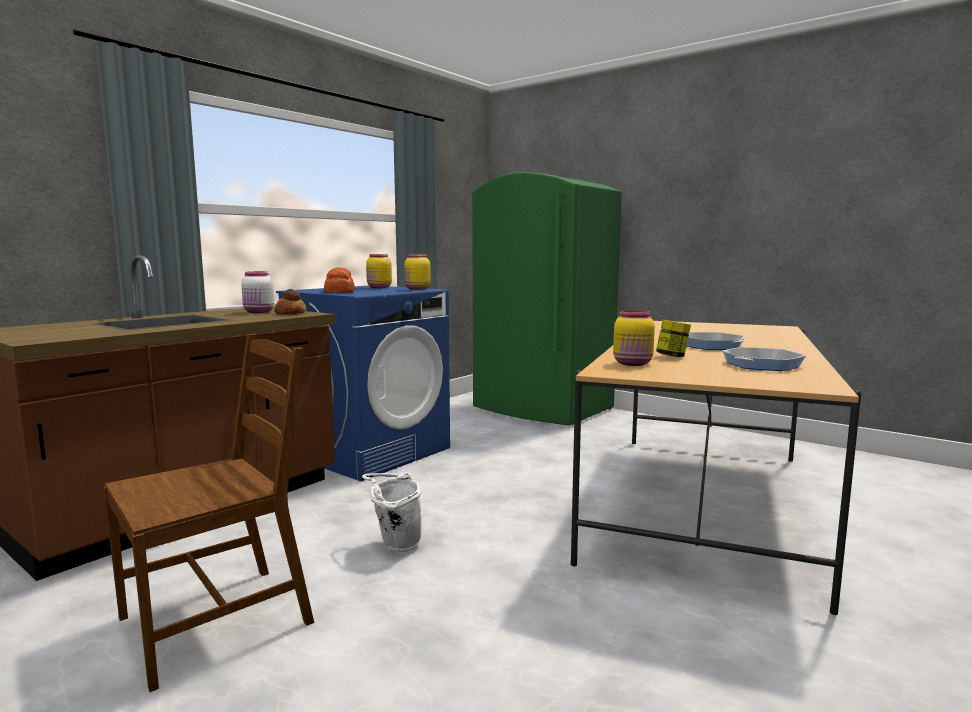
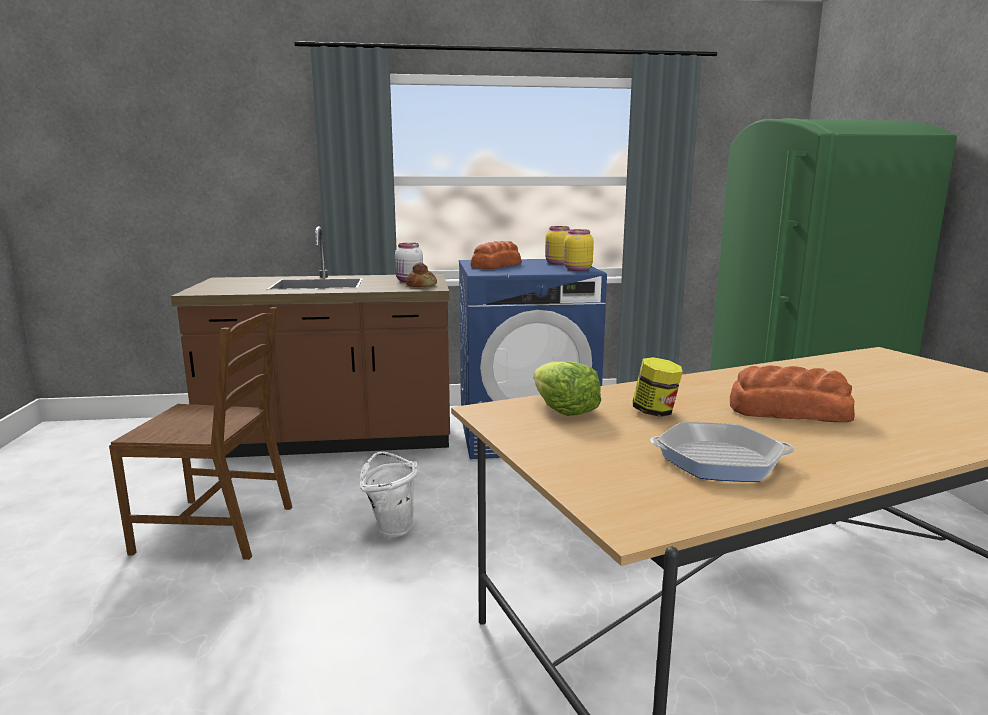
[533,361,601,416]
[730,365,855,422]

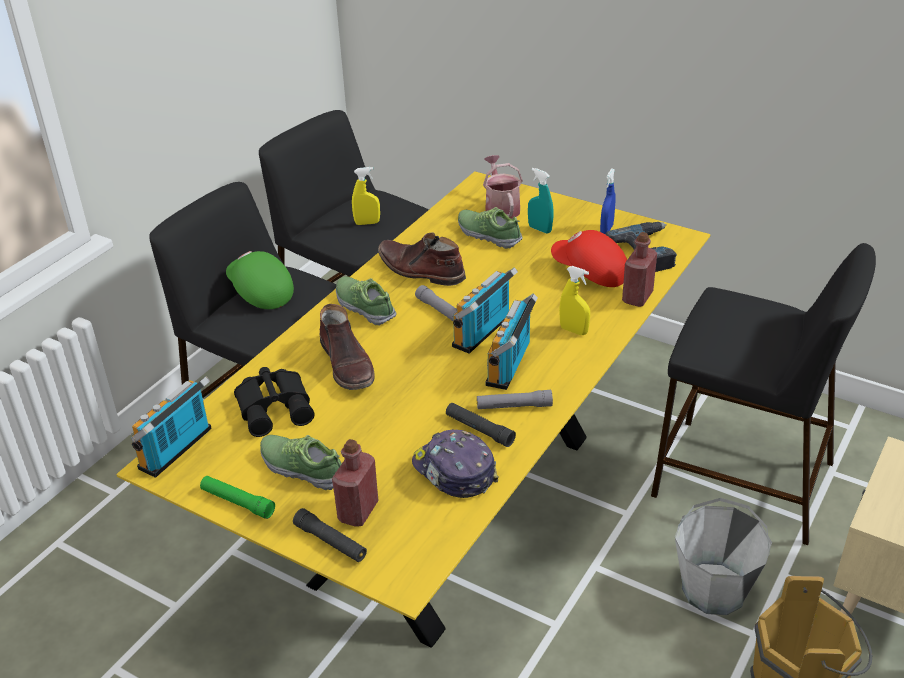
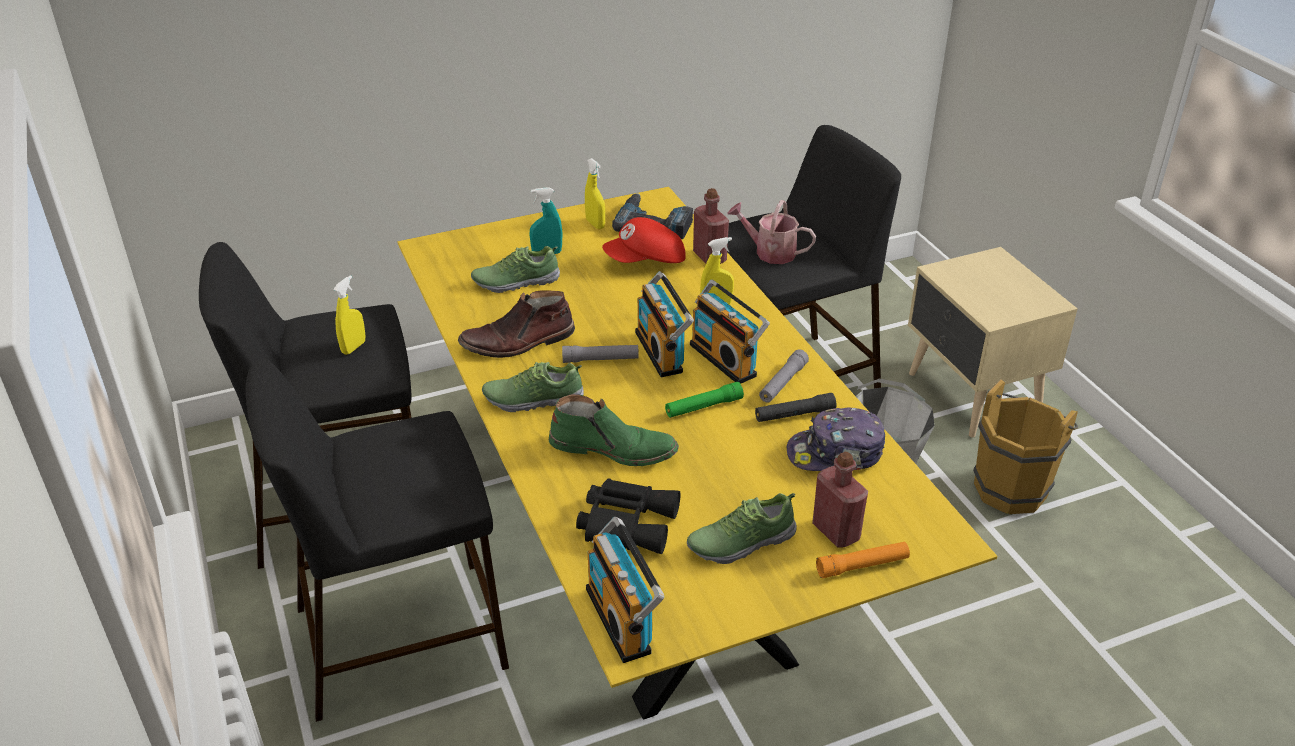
[226,251,294,309] (first image)
[665,382,744,418]
[727,200,816,264]
[816,542,910,578]
[549,394,679,466]
[585,158,605,229]

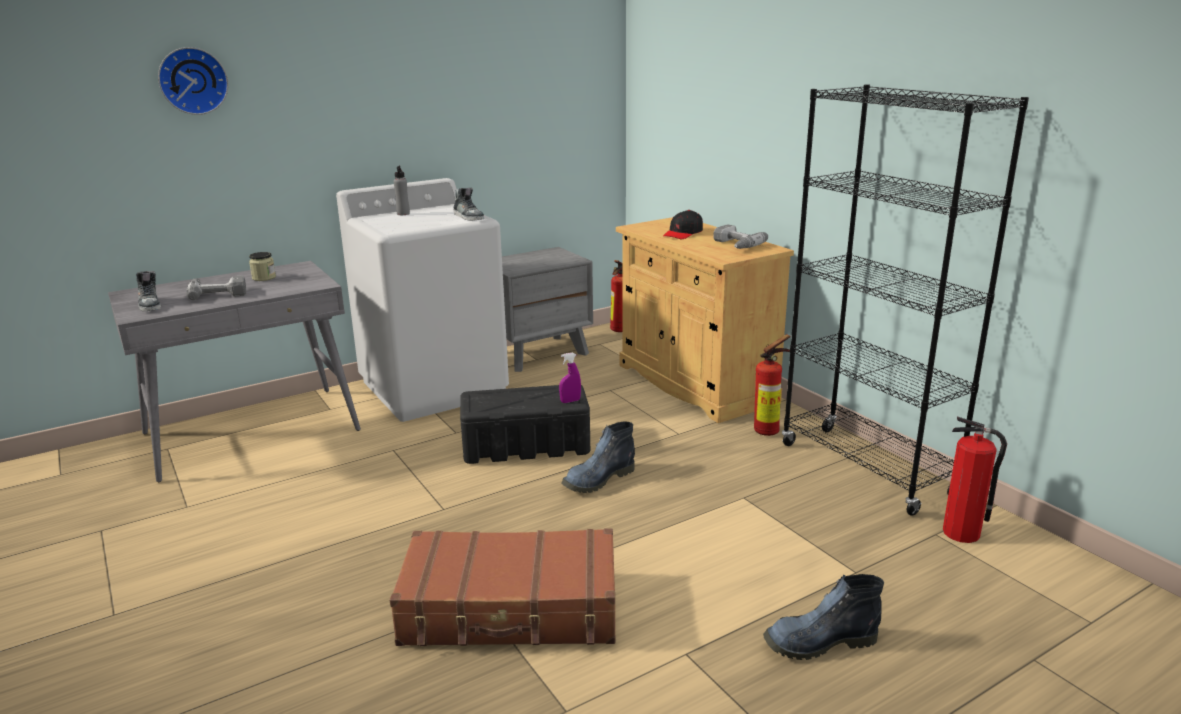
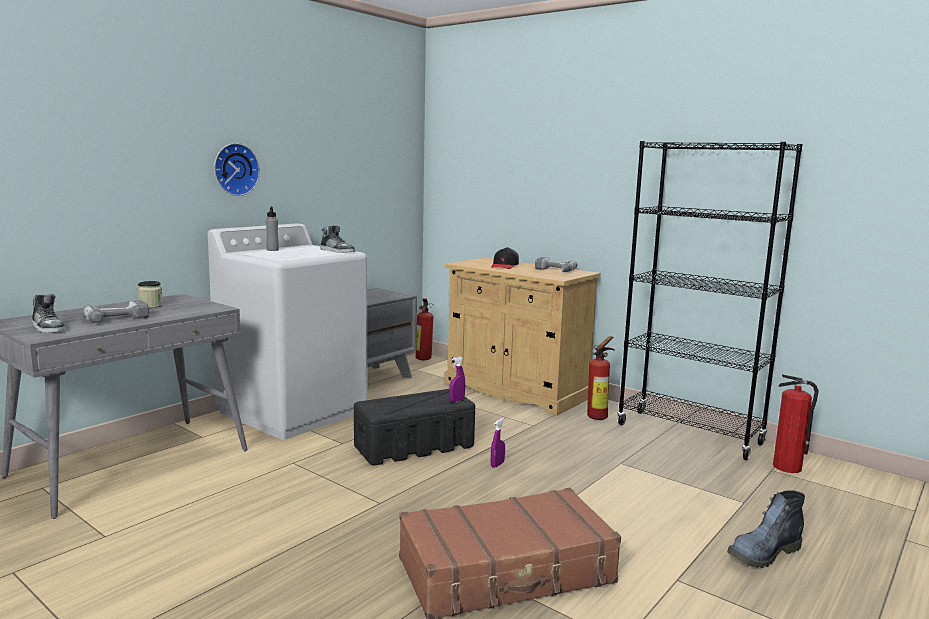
[214,143,260,196]
[491,418,505,468]

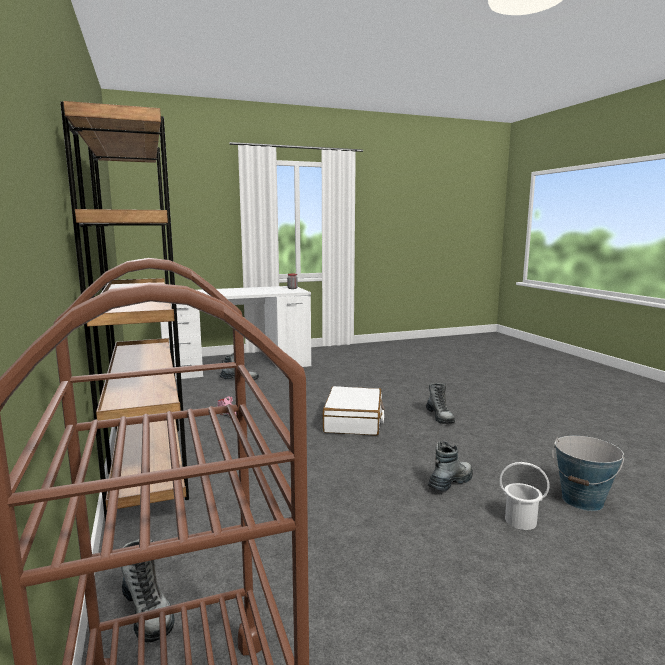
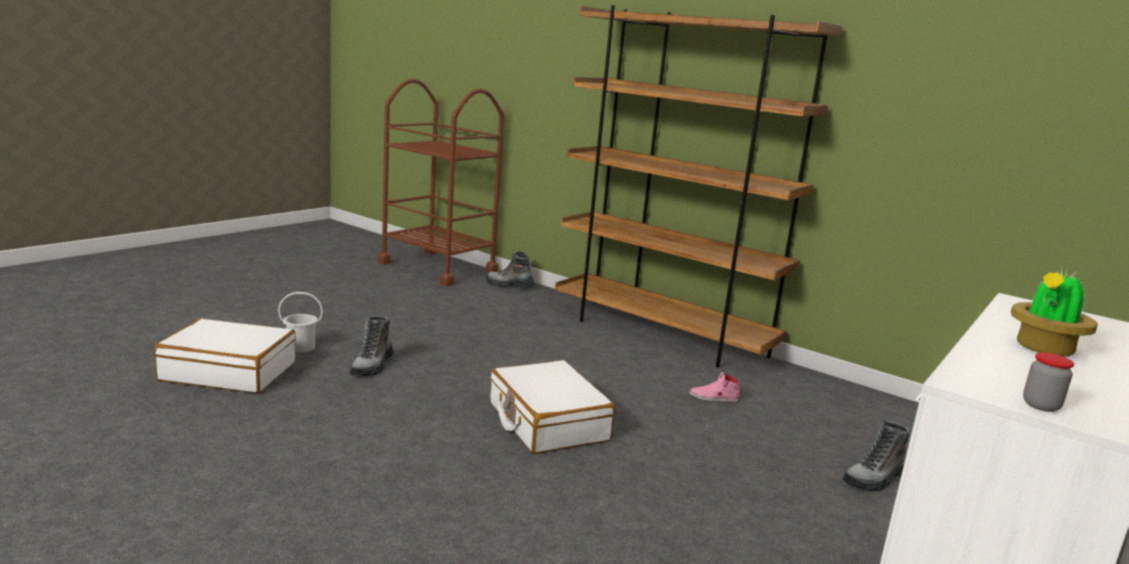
[426,383,455,424] (first image)
[1011,268,1098,357]
[154,318,296,393]

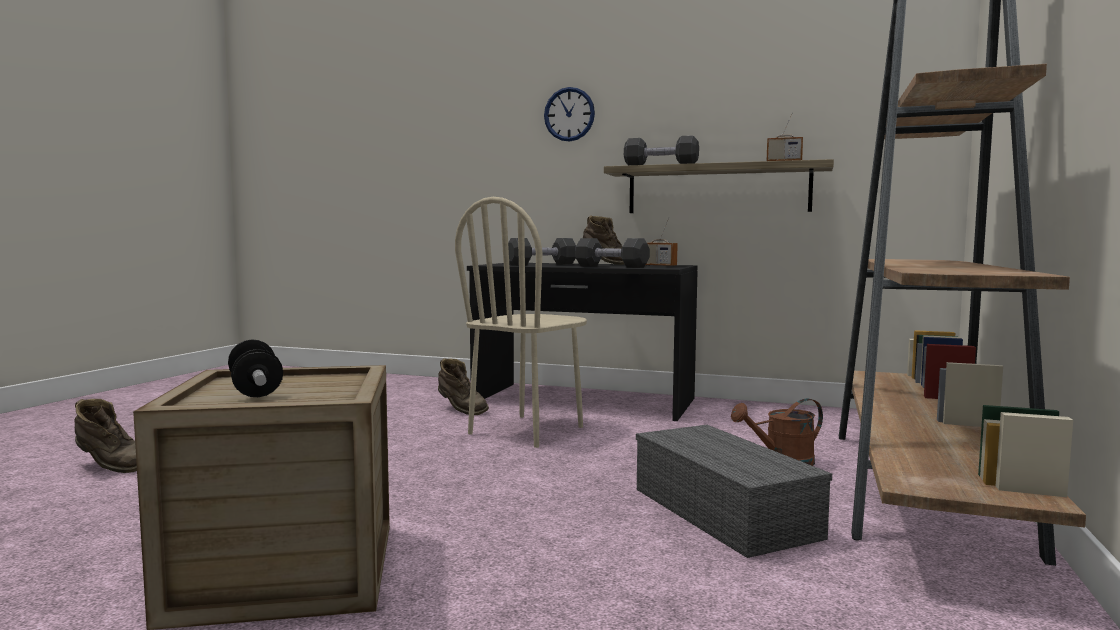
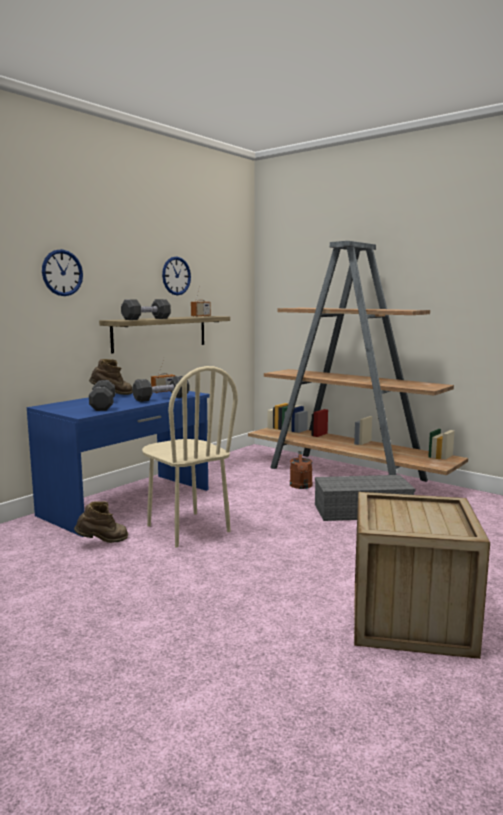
[75,399,137,473] (first image)
[228,339,283,397] (first image)
[162,257,191,295]
[27,391,210,537]

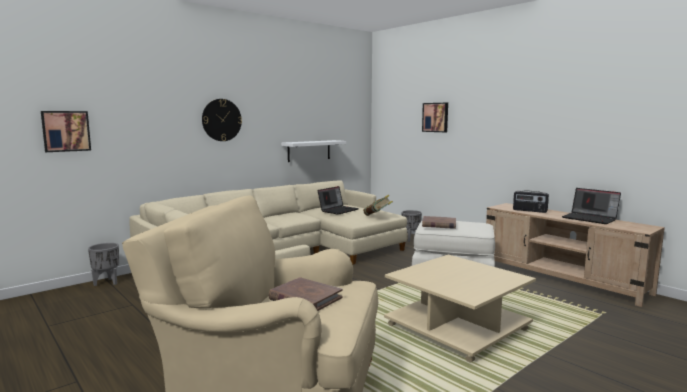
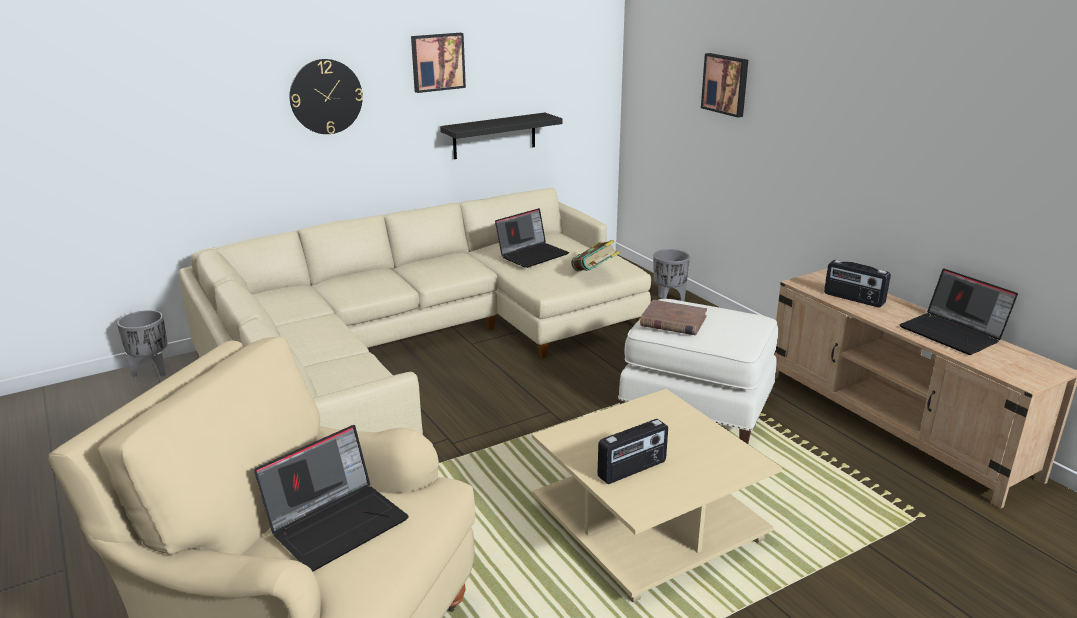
[597,419,668,484]
[411,33,466,93]
[254,425,409,571]
[440,113,563,159]

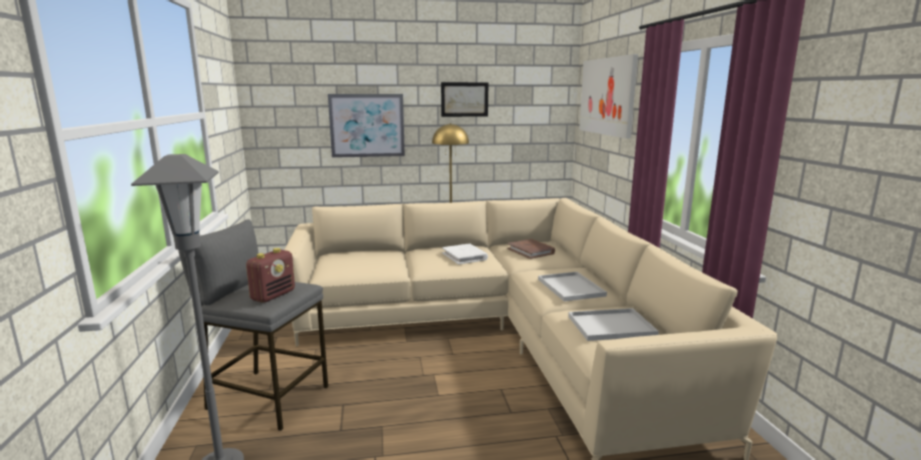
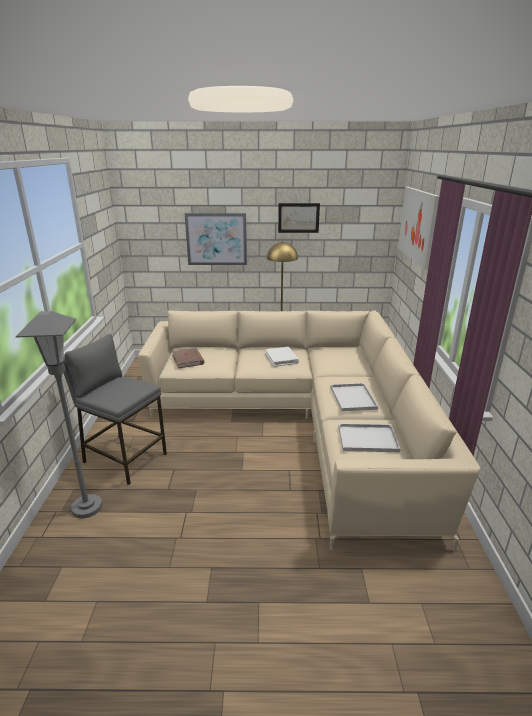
[246,248,295,303] (first image)
[172,348,204,369]

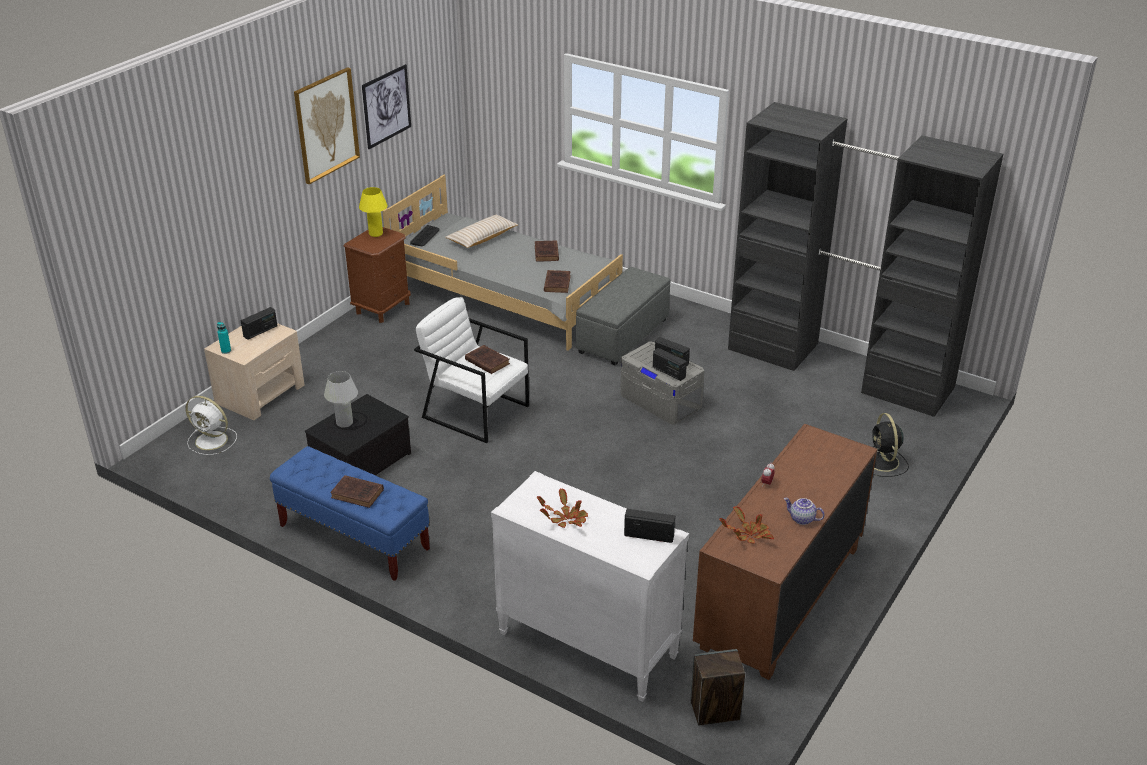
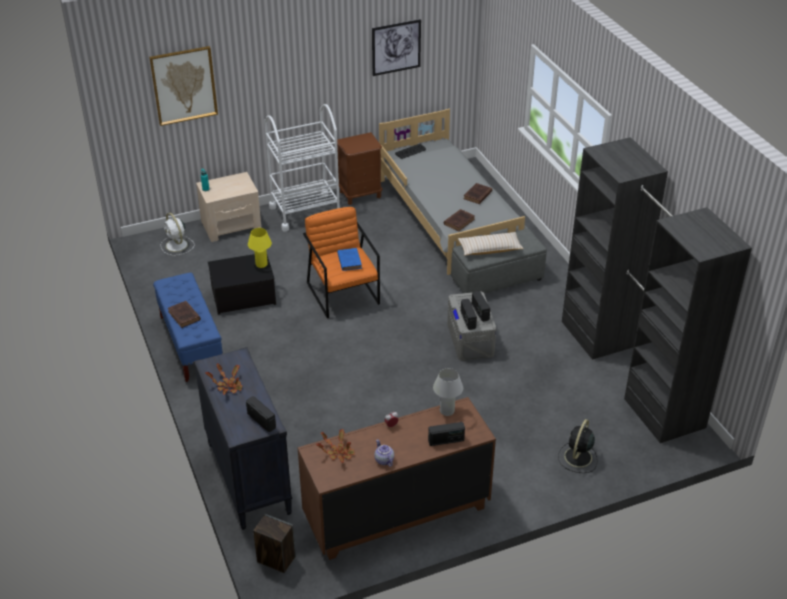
[264,104,340,231]
[428,422,465,446]
[149,46,218,126]
[433,368,463,416]
[248,228,272,268]
[458,232,524,256]
[303,207,380,318]
[337,248,362,271]
[194,347,292,530]

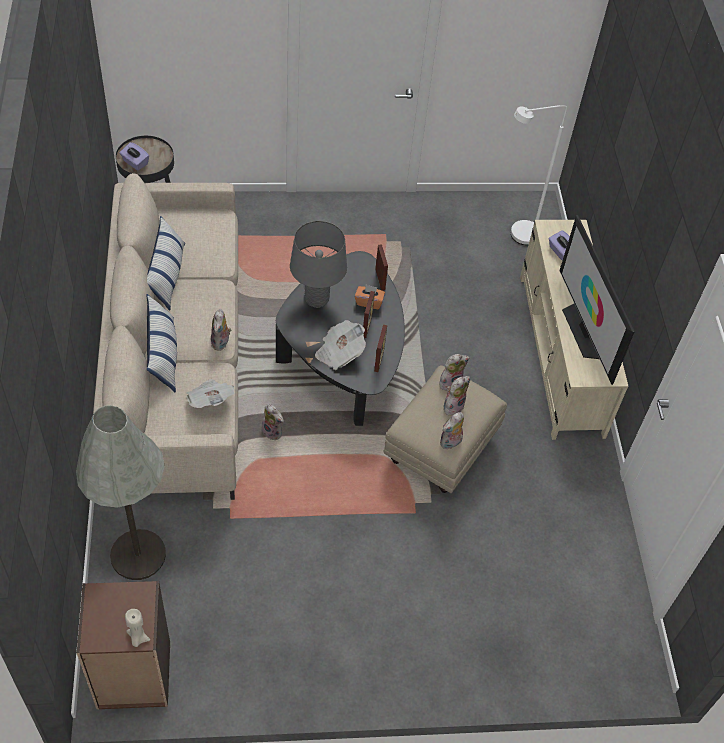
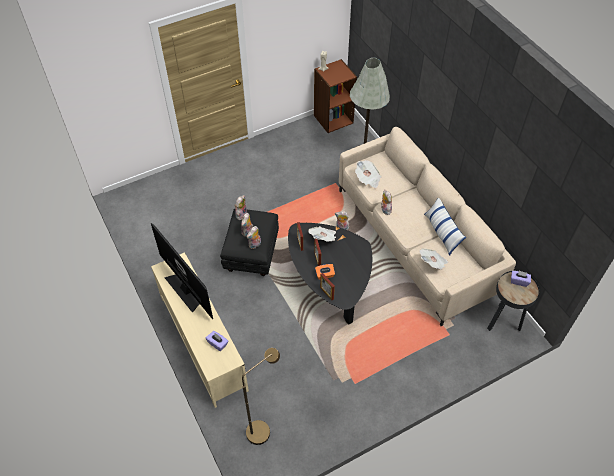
[147,294,177,393] (first image)
[290,221,347,308] (first image)
[419,248,448,270]
[220,209,279,276]
[242,348,280,445]

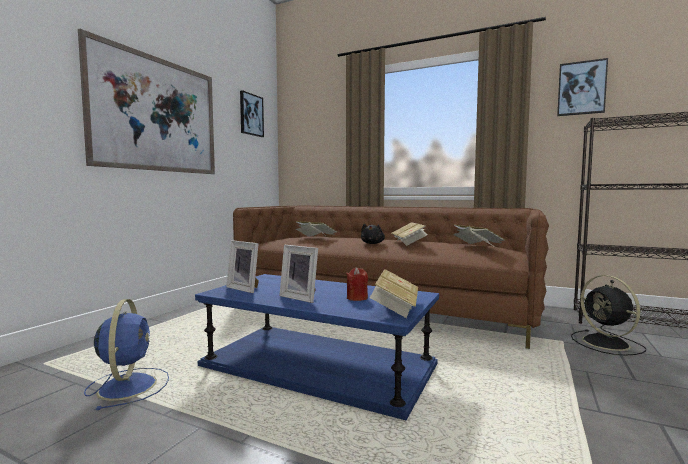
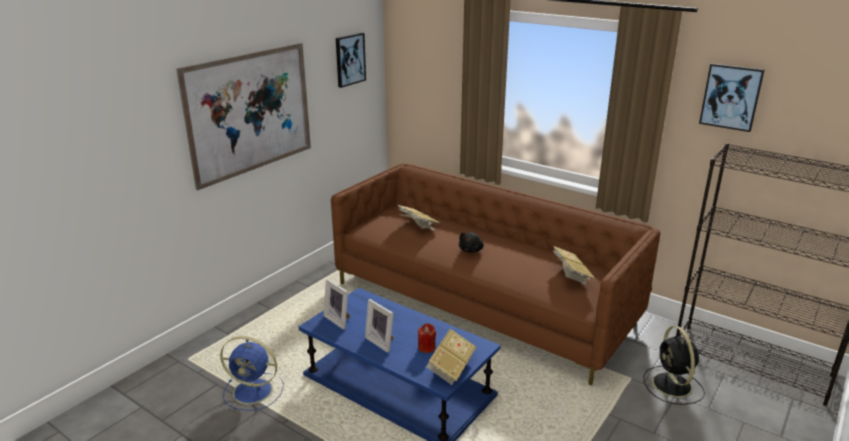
[391,222,428,246] (first image)
[220,336,284,411]

